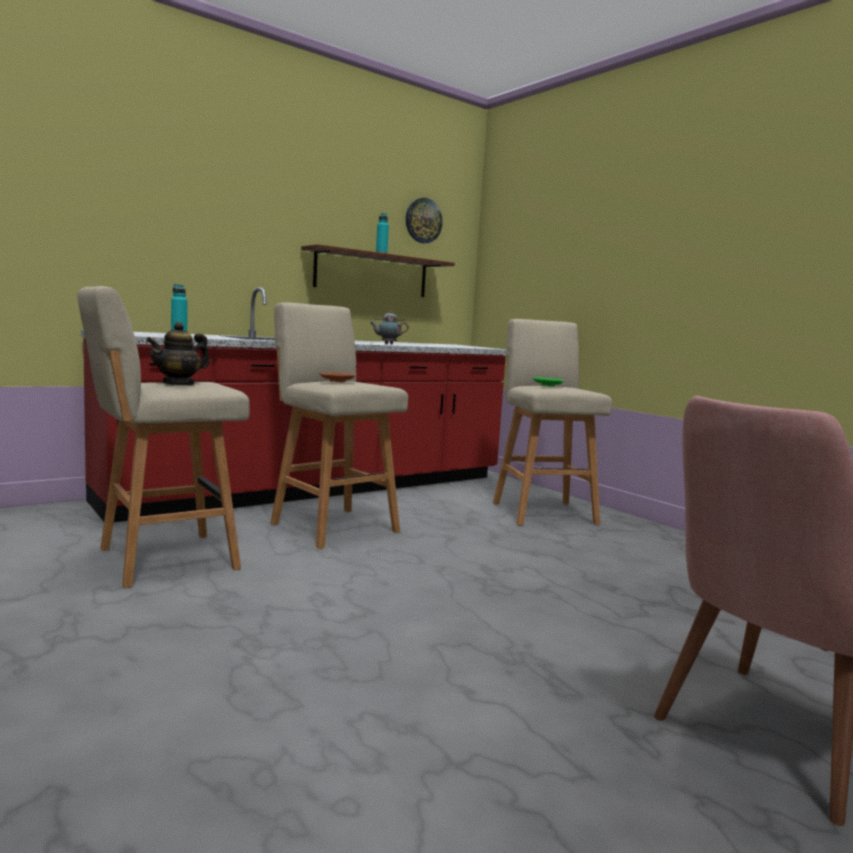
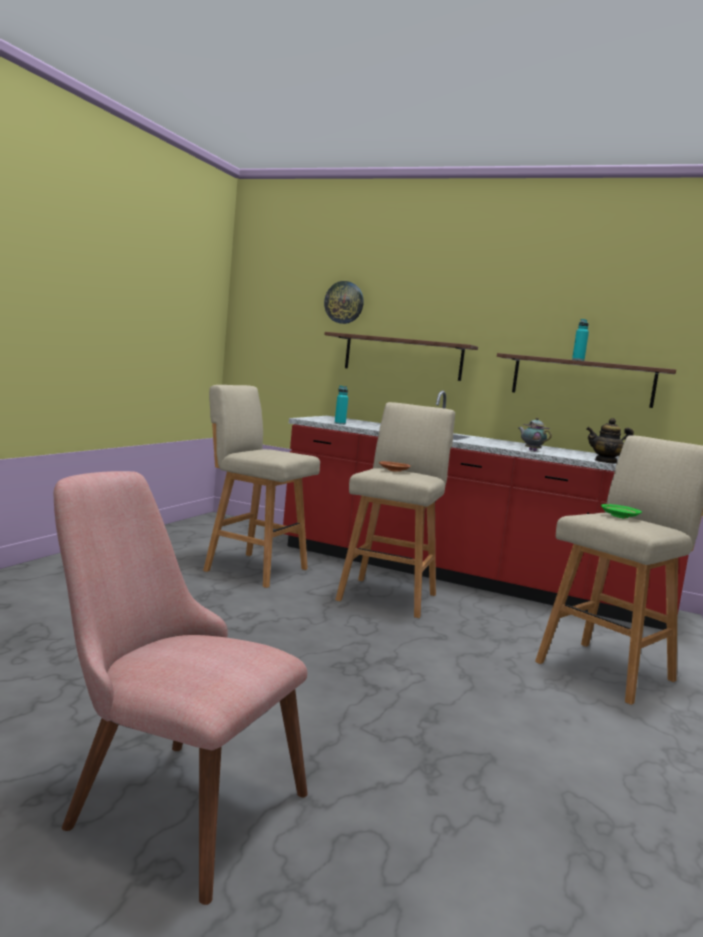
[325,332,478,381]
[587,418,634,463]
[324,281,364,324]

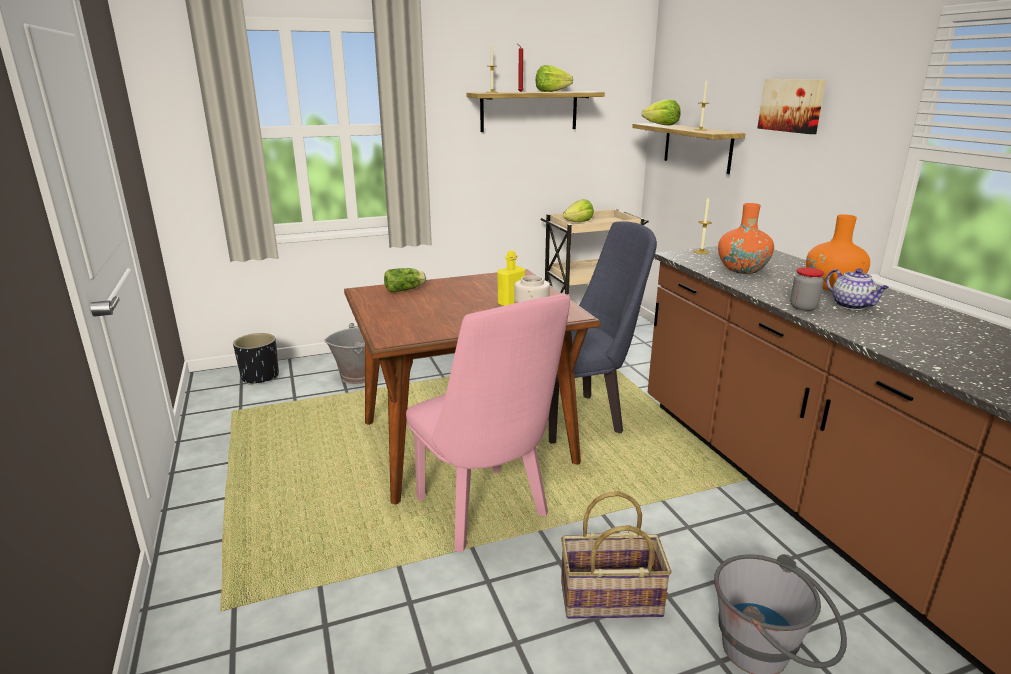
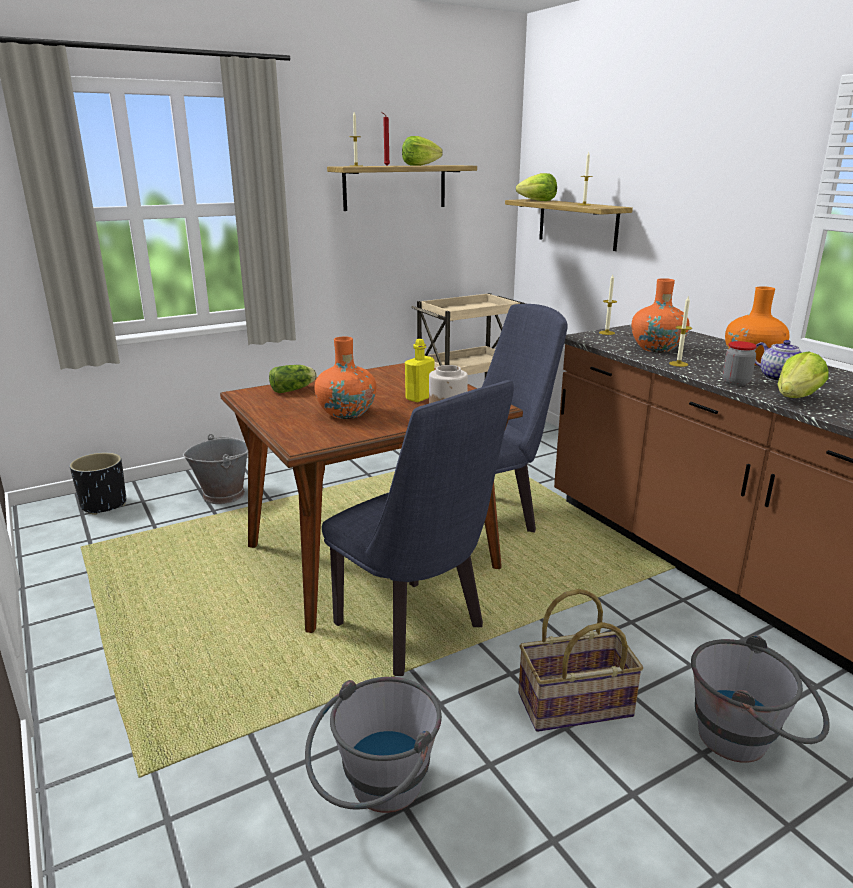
[758,79,826,134] (first image)
[305,677,442,813]
[314,336,377,419]
[669,295,692,367]
[778,351,828,398]
[322,380,514,676]

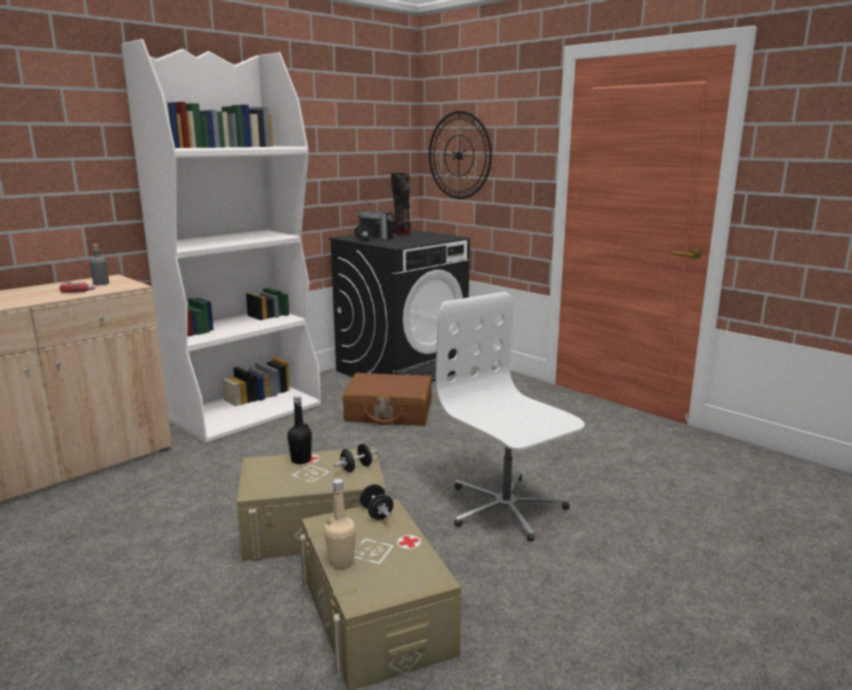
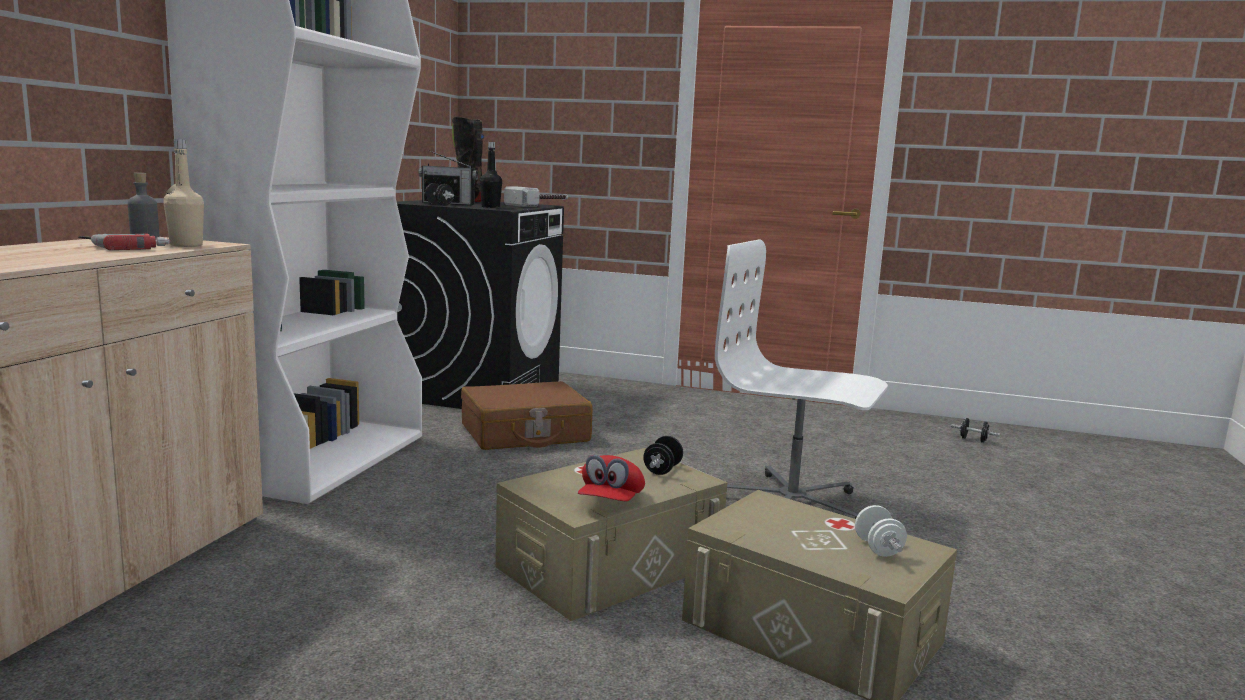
[429,111,492,199] (first image)
[504,186,568,207]
[578,455,645,502]
[855,505,907,557]
[480,142,502,208]
[163,139,204,247]
[951,418,1000,443]

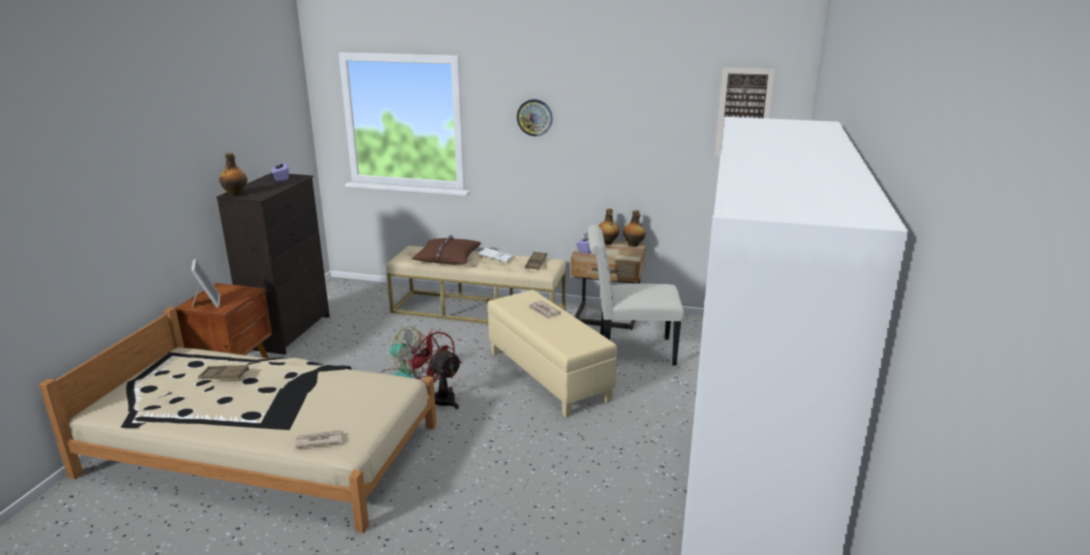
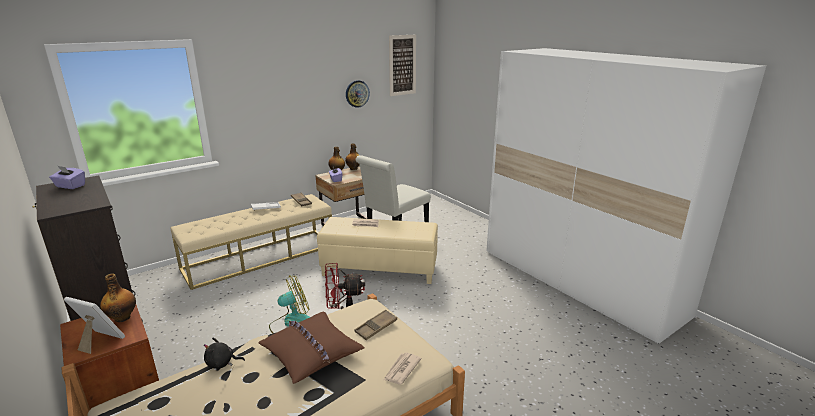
[204,338,245,369]
[354,309,397,340]
[100,274,136,322]
[258,312,365,384]
[346,80,370,108]

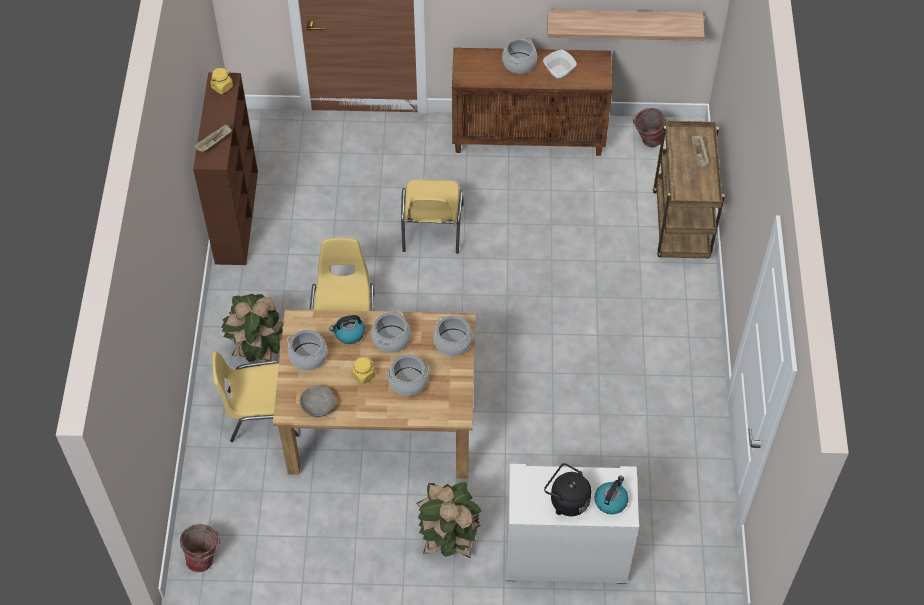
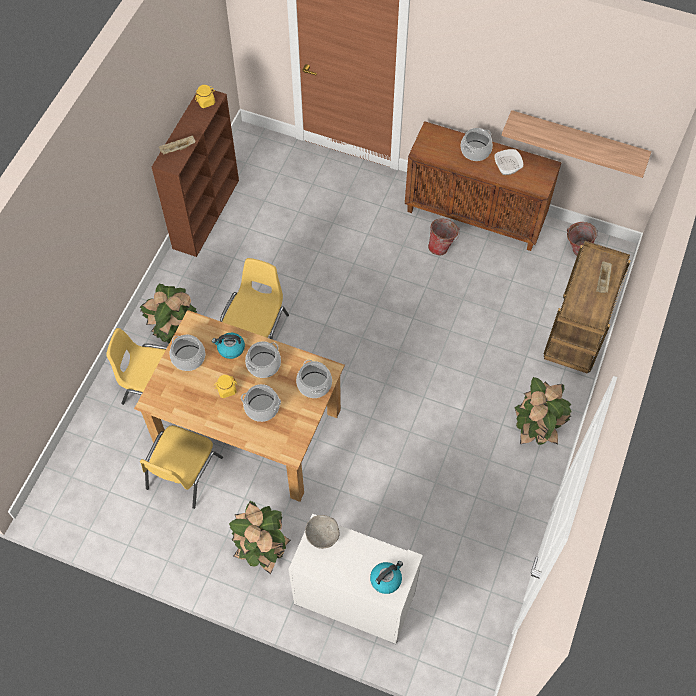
[544,463,591,516] (first image)
[515,377,571,445]
[428,219,460,256]
[305,515,339,549]
[140,425,223,509]

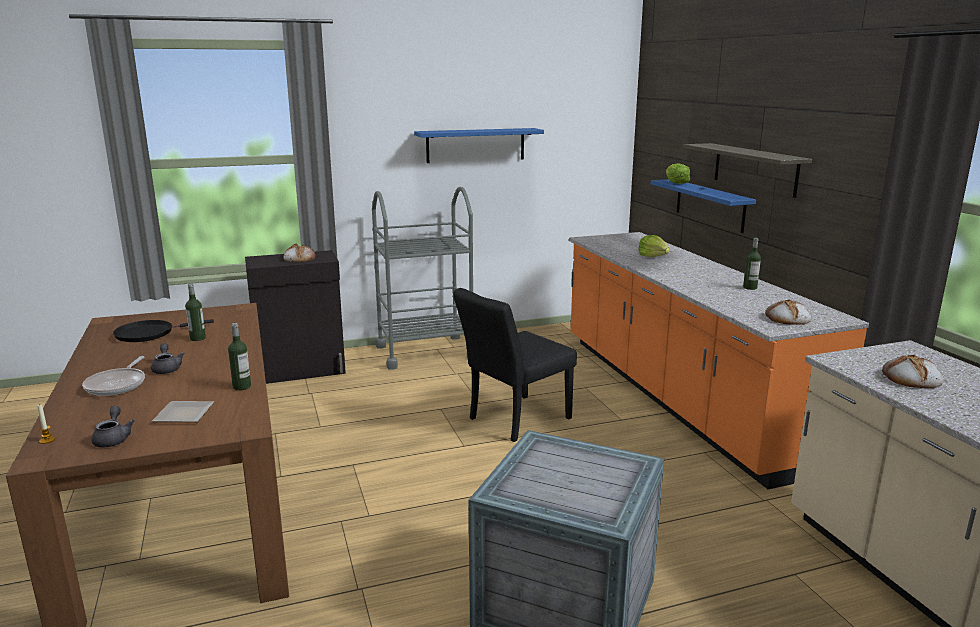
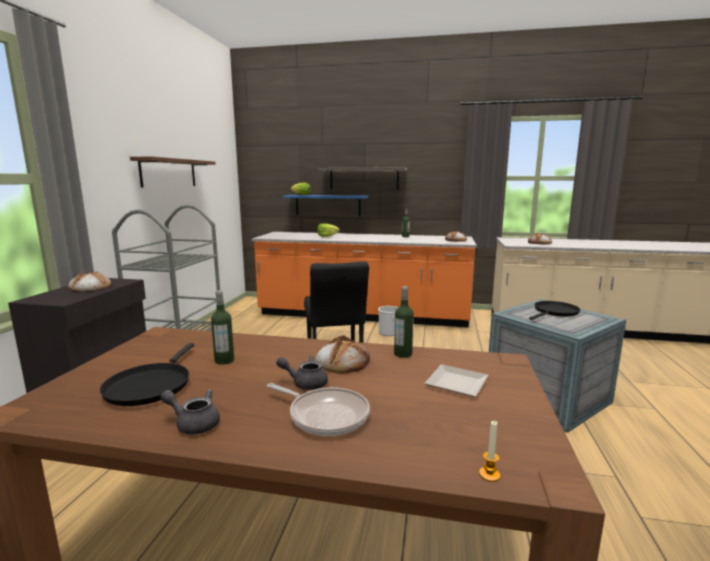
[316,335,370,373]
[378,306,398,336]
[529,301,580,320]
[160,389,220,435]
[130,156,216,187]

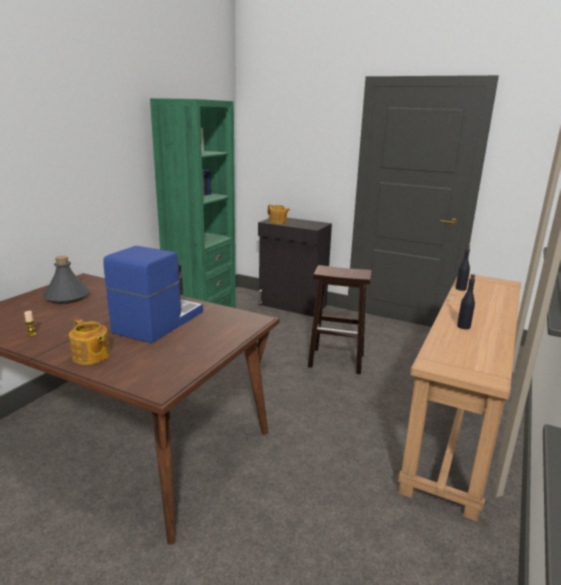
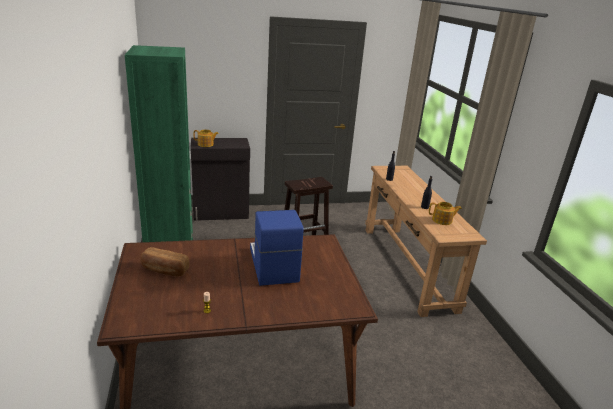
[429,202,462,225]
[140,247,189,276]

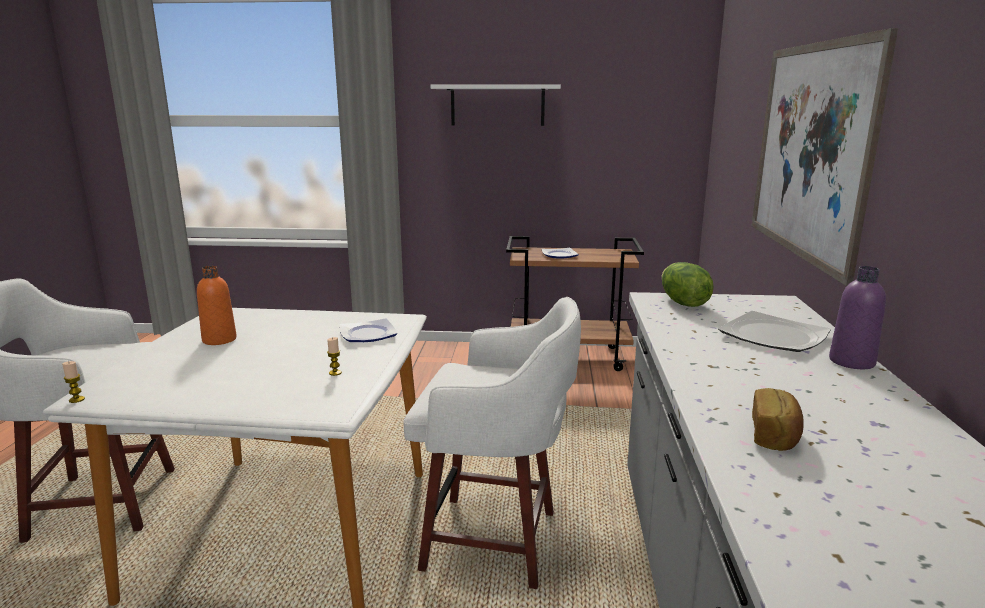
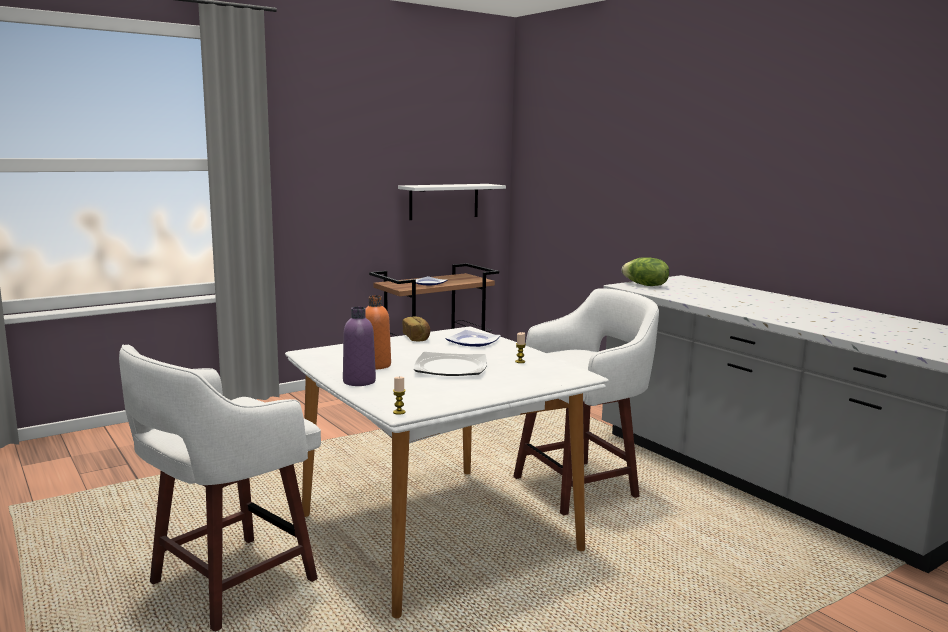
[752,28,898,286] (first image)
[398,184,506,220]
[414,352,487,376]
[403,316,430,341]
[343,307,376,386]

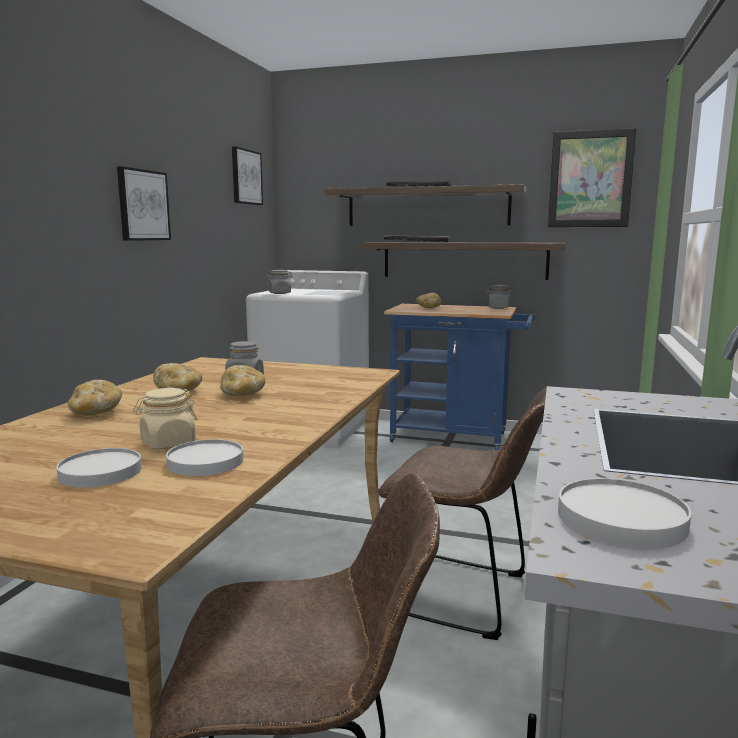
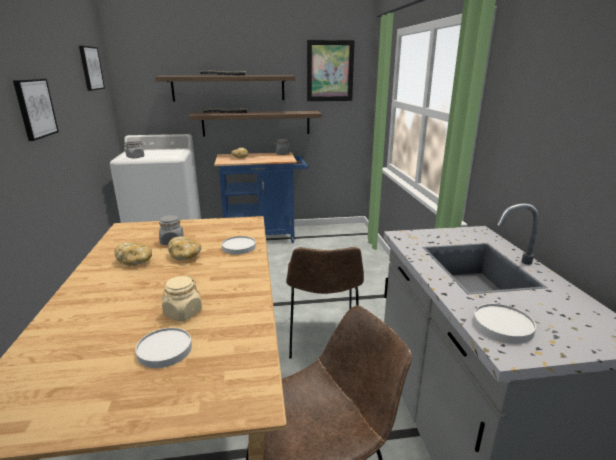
[67,380,122,416] (first image)
[222,236,256,255]
[286,247,364,358]

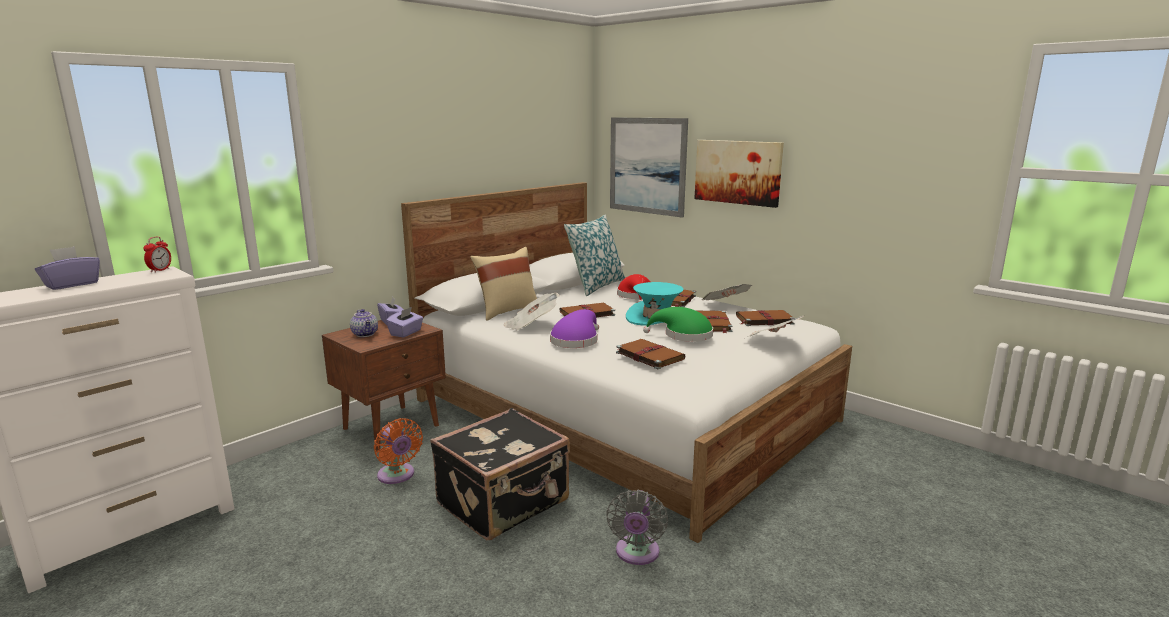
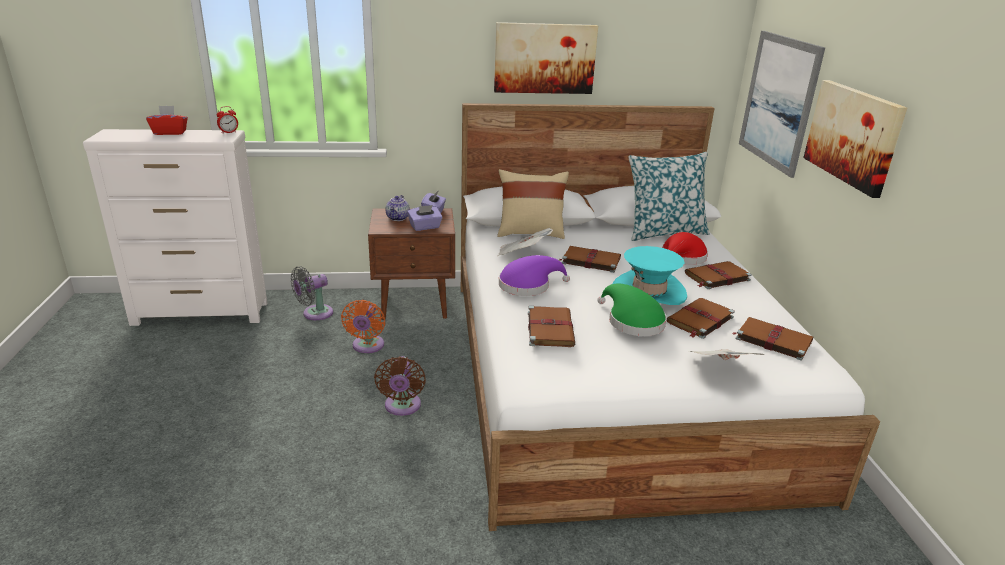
[702,284,752,300] (first image)
[494,22,598,94]
[291,267,333,320]
[374,356,426,416]
[146,106,188,135]

